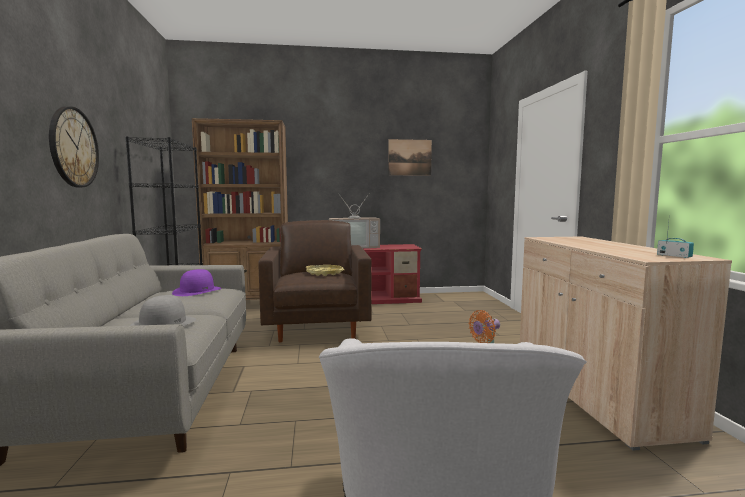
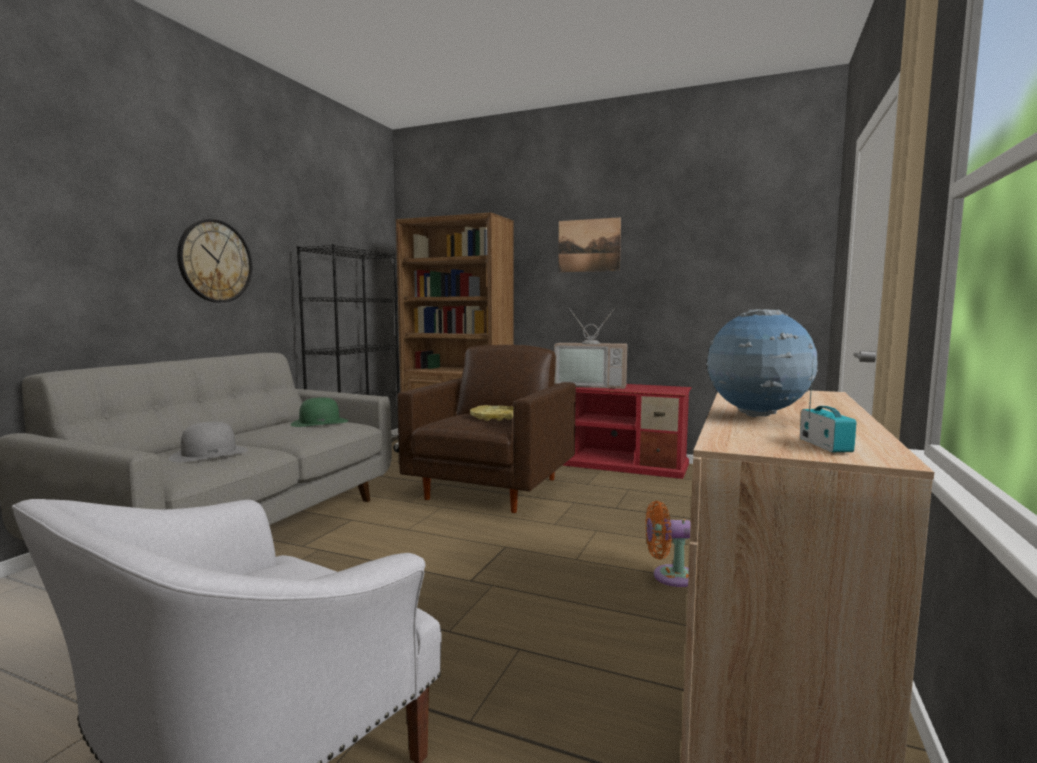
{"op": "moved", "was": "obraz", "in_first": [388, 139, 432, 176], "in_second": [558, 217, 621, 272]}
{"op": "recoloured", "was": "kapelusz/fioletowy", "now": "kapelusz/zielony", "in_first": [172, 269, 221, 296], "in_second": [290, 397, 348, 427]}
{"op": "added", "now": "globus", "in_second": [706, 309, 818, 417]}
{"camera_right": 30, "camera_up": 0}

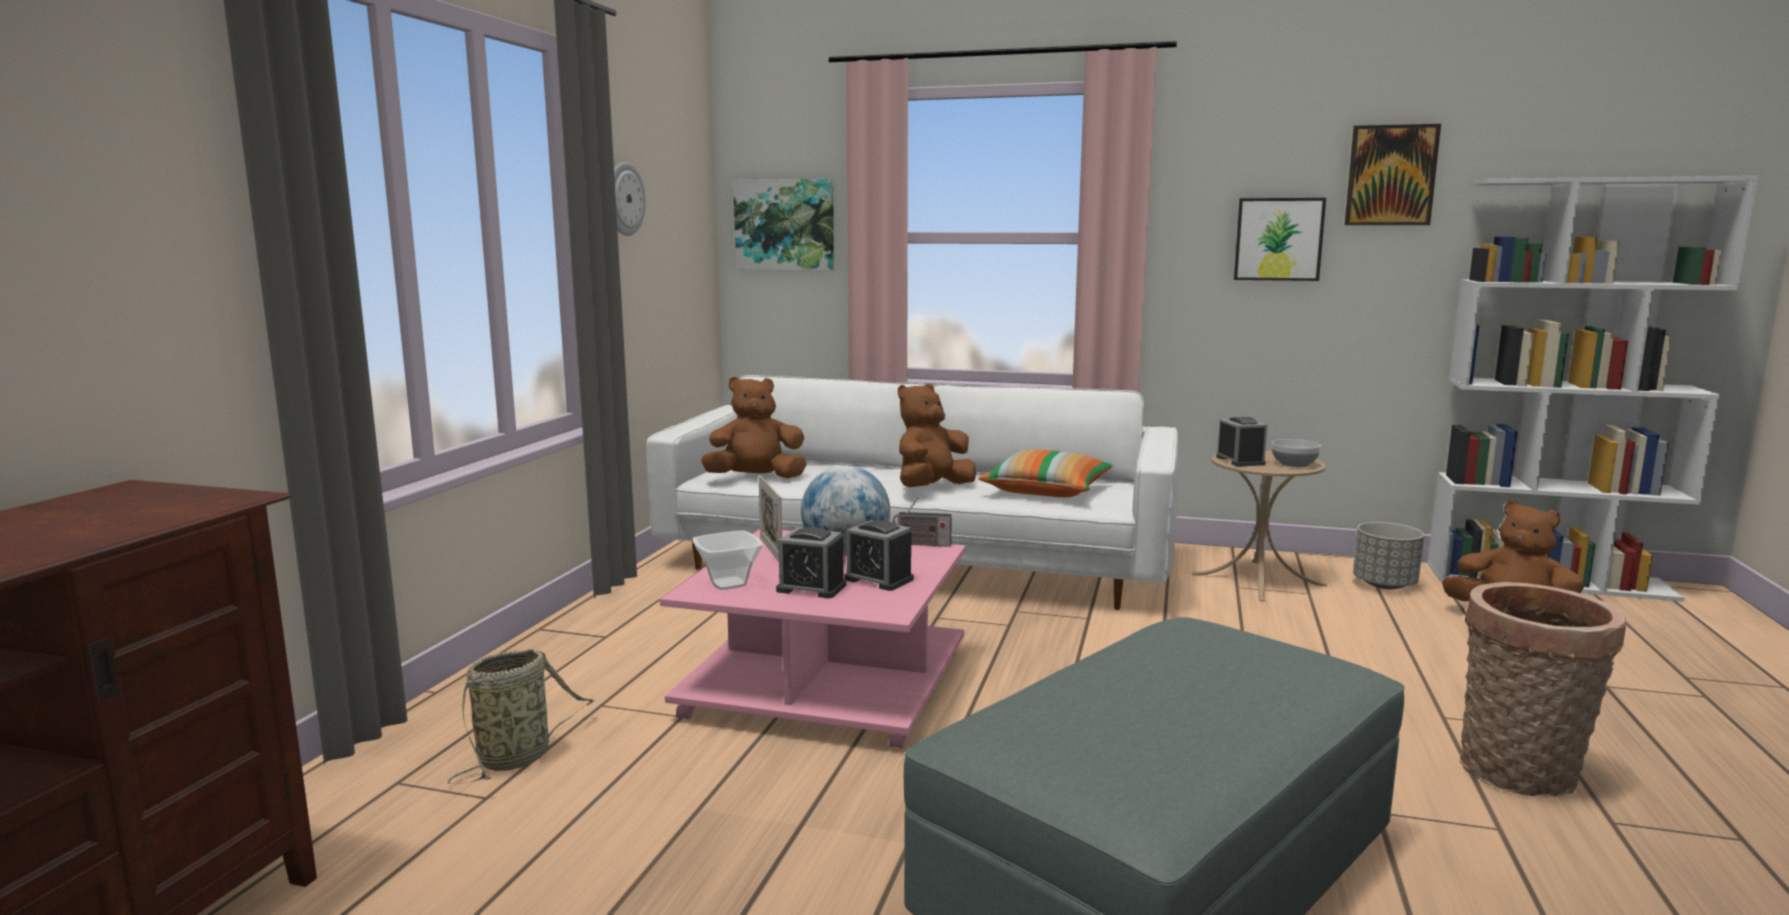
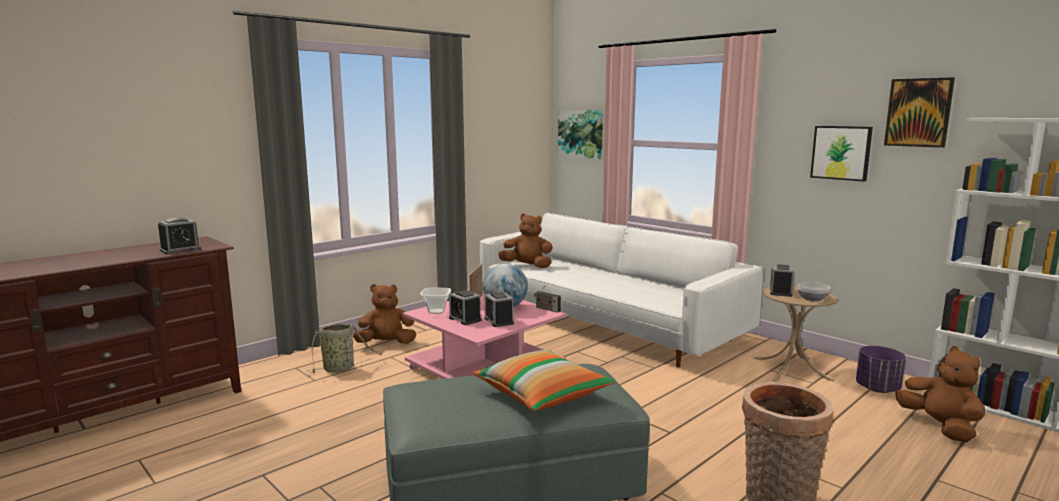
{"op": "removed", "was": "zegar ścienny", "in_first": [614, 162, 646, 236]}
{"op": "moved", "was": "pluszak/brązowy", "in_first": [898, 384, 976, 487], "in_second": [353, 284, 416, 344]}
{"op": "moved", "was": "poduszka", "in_first": [978, 449, 1113, 497], "in_second": [473, 350, 615, 411]}
{"op": "recoloured", "was": "donica/szary", "now": "donica/fioletowy", "in_first": [1353, 522, 1424, 589], "in_second": [856, 346, 906, 393]}
{"op": "added", "now": "budzik", "in_second": [158, 217, 201, 254]}
{"camera_right": 30, "camera_up": 0}

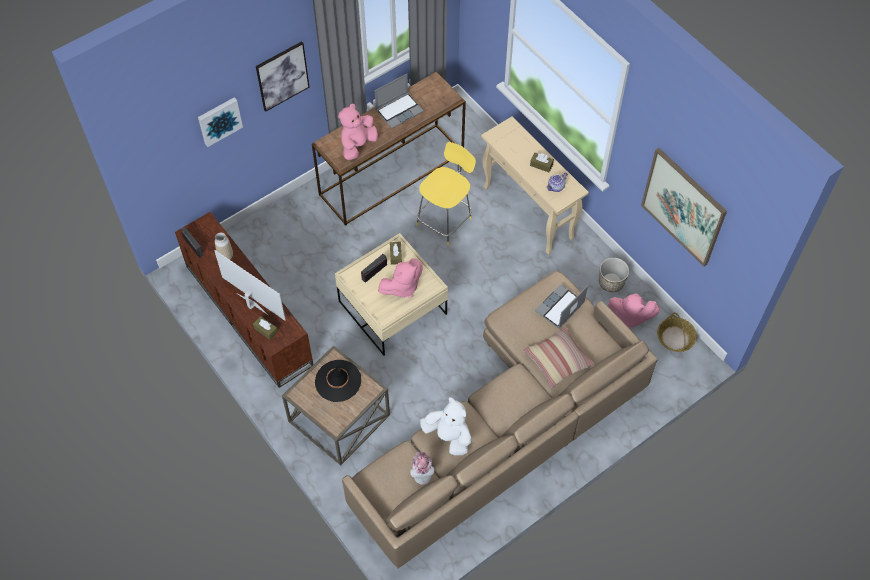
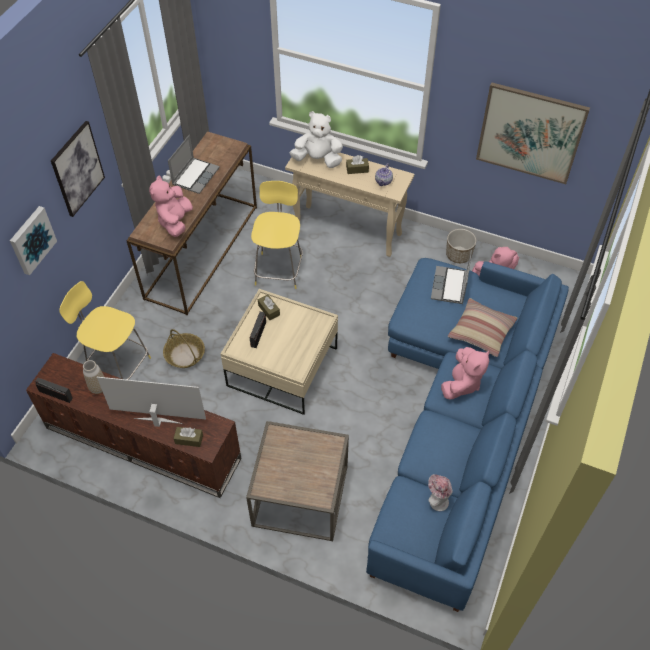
{"op": "moved", "was": "pluszak/różowy", "in_first": [378, 258, 423, 298], "in_second": [441, 347, 489, 399]}
{"op": "recoloured", "was": "kanapa/beżowy", "now": "kanapa/niebieski", "in_first": [342, 271, 658, 568], "in_second": [366, 258, 569, 612]}
{"op": "moved", "was": "koszyk", "in_first": [657, 312, 697, 352], "in_second": [163, 329, 205, 368]}
{"op": "removed", "was": "kapelusz/czarny", "in_first": [315, 360, 361, 402]}
{"op": "moved", "was": "pluszak/biały", "in_first": [420, 397, 472, 456], "in_second": [290, 111, 343, 168]}
{"op": "added", "now": "stołek/żółty", "in_second": [59, 281, 151, 380]}
{"camera_right": -30, "camera_up": -5}

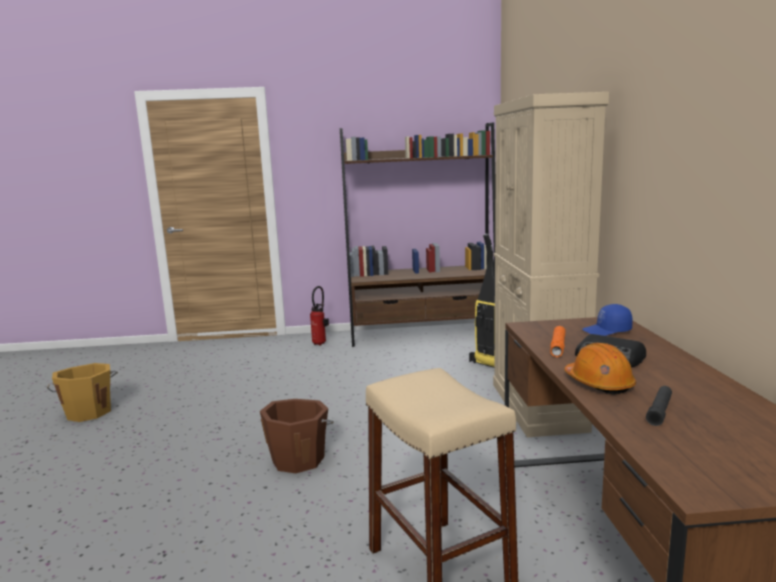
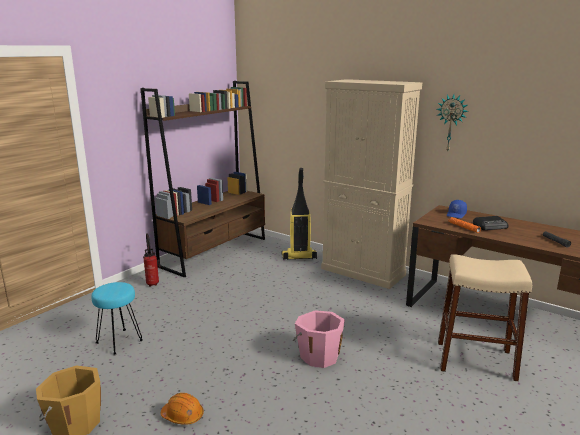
{"op": "moved", "was": "kask/pomarańczowy", "in_first": [564, 343, 636, 394], "in_second": [161, 393, 204, 425]}
{"op": "recoloured", "was": "wiadro/brązowy", "now": "wiadro/różowy", "in_first": [260, 399, 334, 473], "in_second": [293, 310, 345, 368]}
{"op": "added", "now": "zegar ścienny", "in_second": [437, 94, 468, 151]}
{"op": "added", "now": "stołek/turkusowy", "in_second": [91, 282, 143, 355]}
{"camera_right": -50, "camera_up": 5}

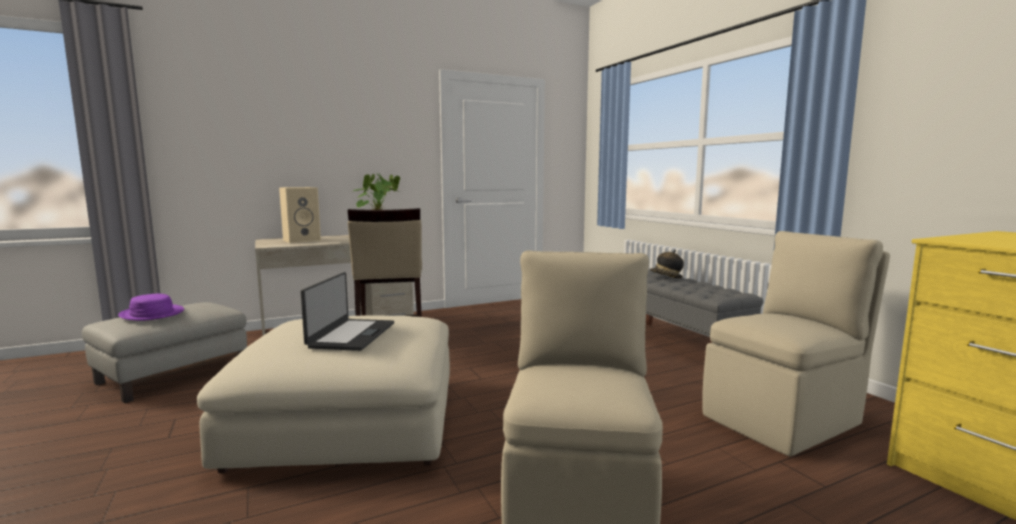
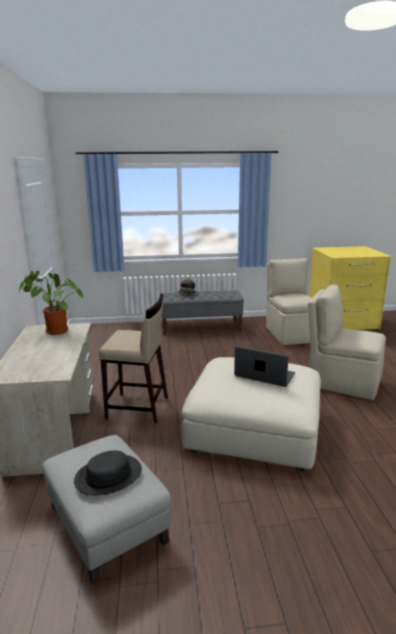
{"op": "removed", "was": "głośnik/beżowy", "in_first": [279, 187, 321, 243]}
{"op": "recoloured", "was": "kapelusz/fioletowy", "now": "kapelusz/czarny", "in_first": [118, 294, 184, 321], "in_second": [74, 450, 142, 496]}
{"camera_right": -70, "camera_up": 10}

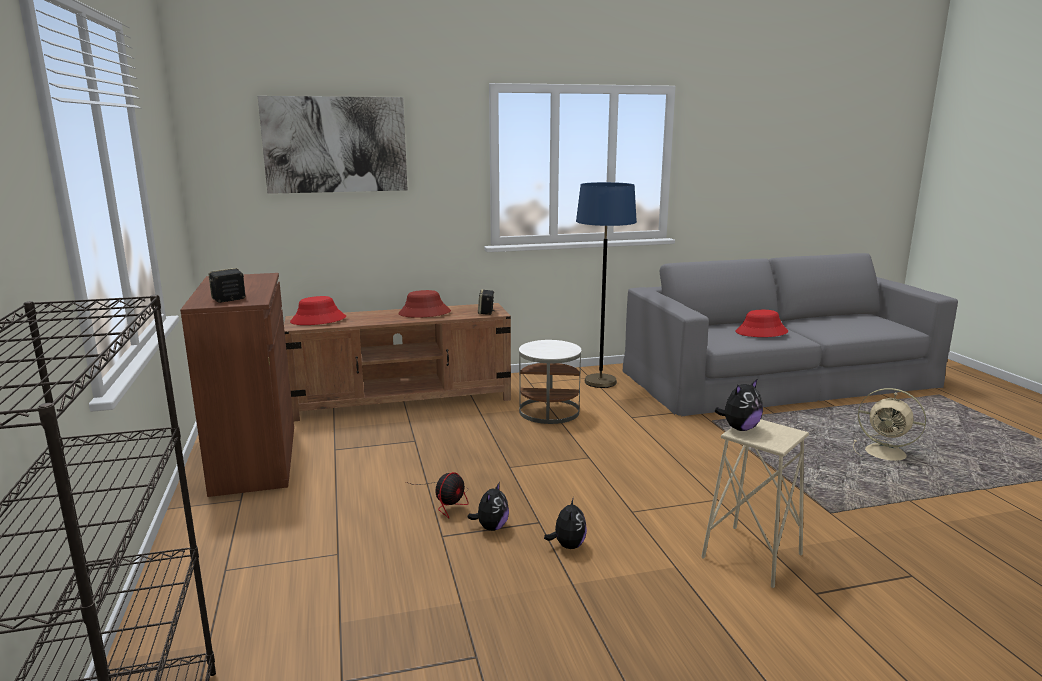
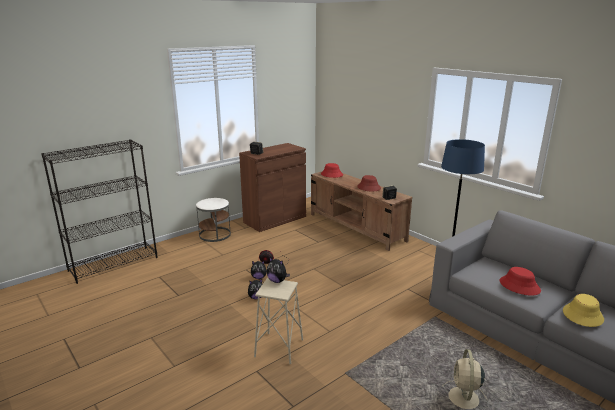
{"op": "removed", "was": "obraz", "in_first": [258, 96, 408, 194]}
{"op": "moved", "was": "stolik/biały", "in_first": [519, 340, 581, 424], "in_second": [196, 198, 231, 242]}
{"op": "added", "now": "kapelusz/żółty", "in_second": [563, 294, 604, 327]}
{"camera_right": 65, "camera_up": 5}

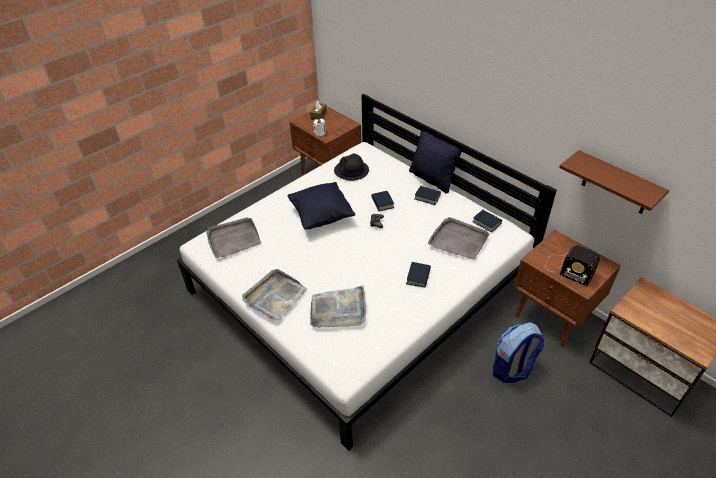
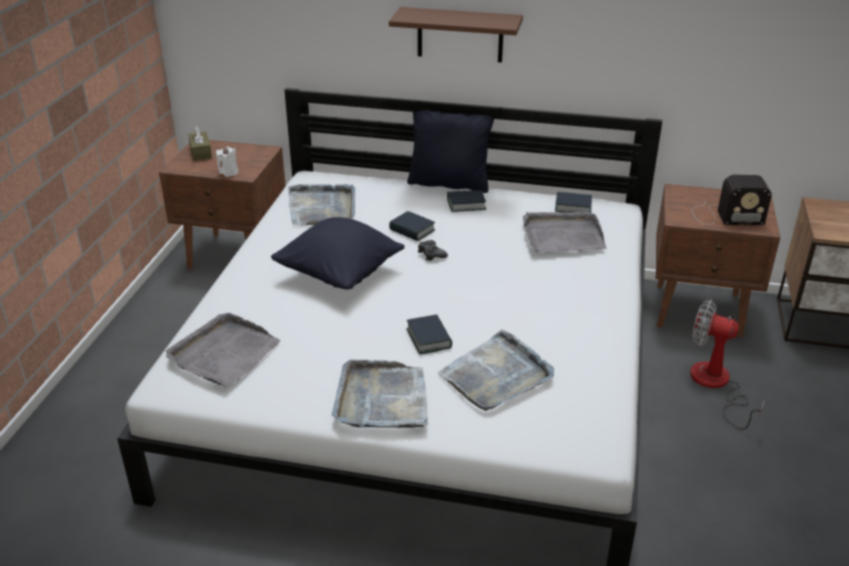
{"op": "moved", "was": "półka/brązowy", "in_first": [559, 150, 669, 214], "in_second": [389, 7, 523, 63]}
{"op": "replaced", "was": "kapelusz/czarny", "now": "taca/szary", "in_first": [334, 154, 369, 181], "in_second": [288, 184, 355, 225]}
{"op": "moved", "was": "książka", "in_first": [406, 262, 431, 288], "in_second": [407, 314, 452, 354]}
{"op": "replaced", "was": "plecak", "now": "wentylator", "in_first": [493, 322, 544, 383], "in_second": [690, 300, 764, 430]}
{"camera_right": -35, "camera_up": -10}

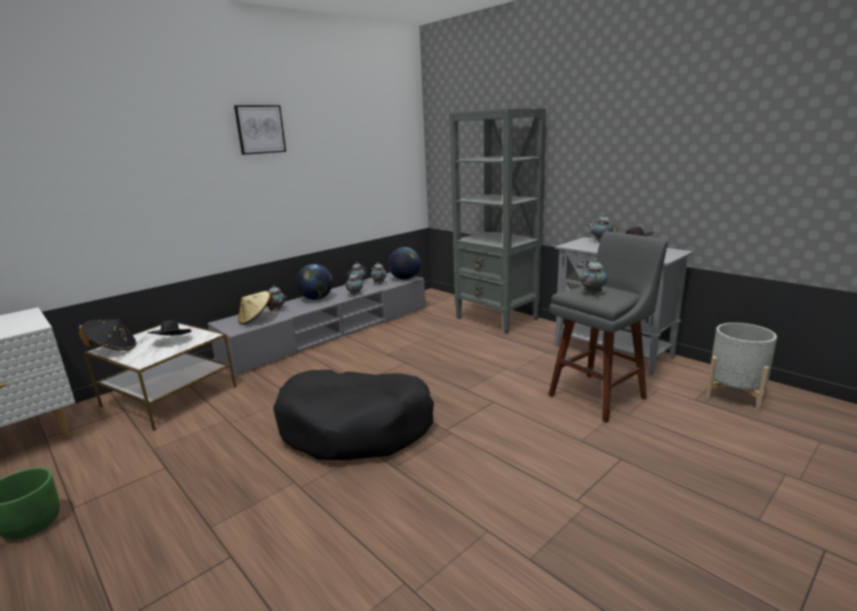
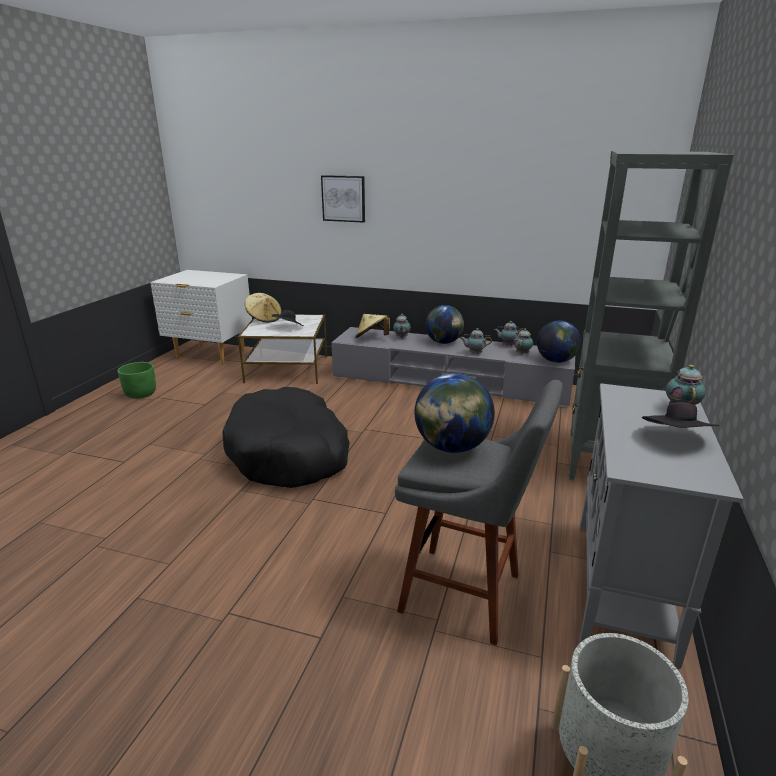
{"op": "moved", "was": "obraz", "in_first": [234, 105, 286, 155], "in_second": [321, 175, 365, 222]}
{"op": "replaced", "was": "imbryk", "now": "globus", "in_first": [581, 259, 607, 294], "in_second": [415, 373, 495, 453]}
{"op": "recoloured", "was": "kapelusz/czarny", "now": "kapelusz/beżowy", "in_first": [78, 319, 136, 351], "in_second": [245, 293, 282, 323]}
{"camera_right": 60, "camera_up": 5}

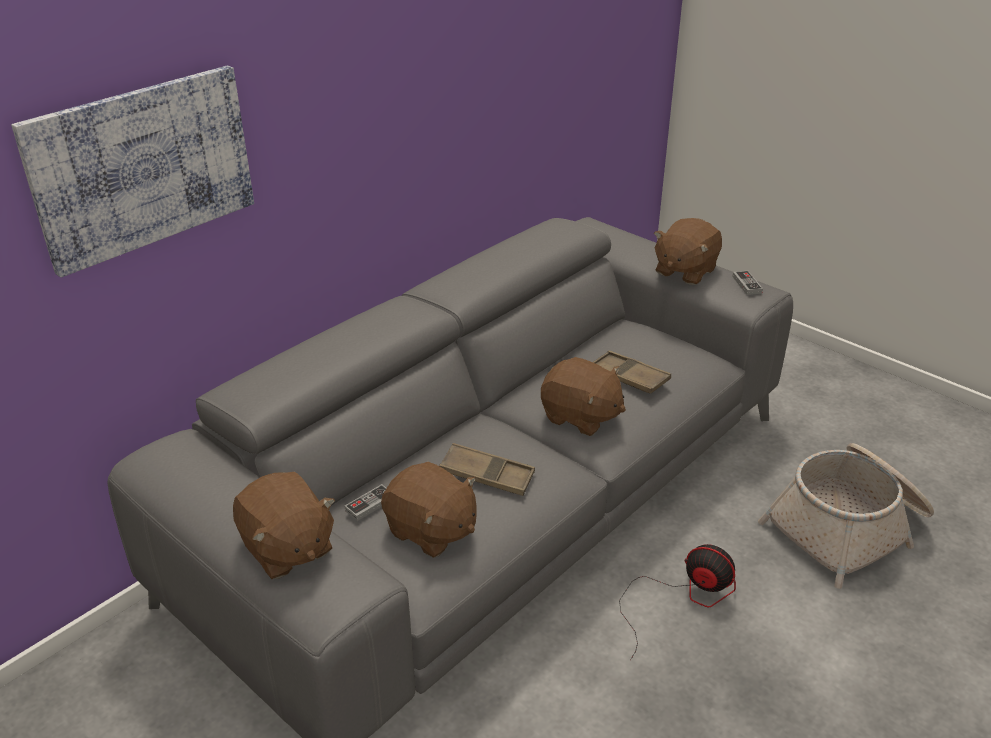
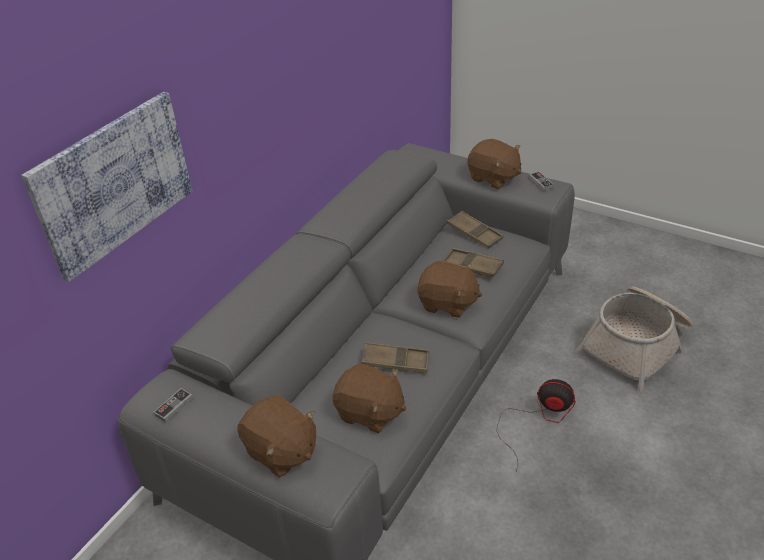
{"op": "turned", "was": "pluszak/brązowy", "in_first": [654, 218, 722, 285], "in_second": [467, 139, 521, 189], "clockwise": -75}
{"op": "moved", "was": "pad do gier", "in_first": [345, 484, 386, 521], "in_second": [153, 388, 193, 422]}
{"op": "added", "now": "taca/brązowy", "in_second": [447, 211, 503, 249]}
{"camera_right": -10, "camera_up": 5}

